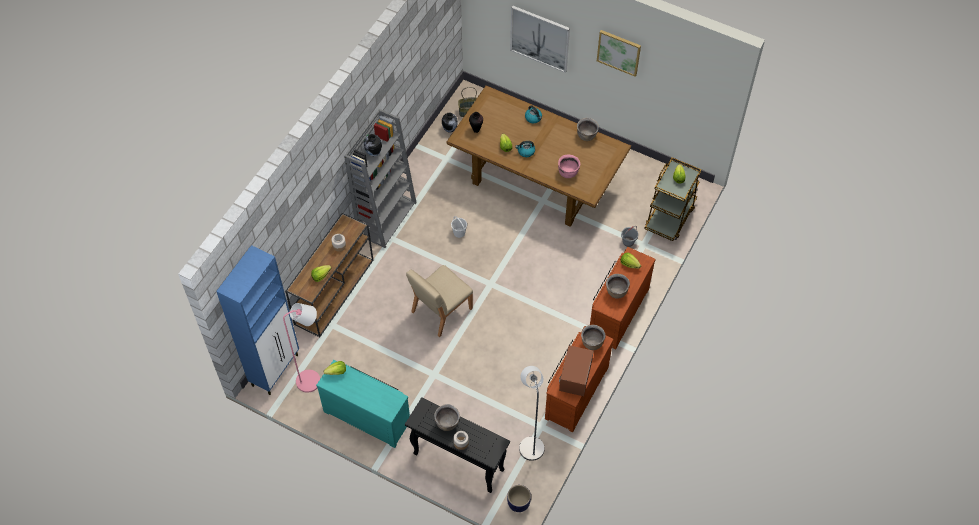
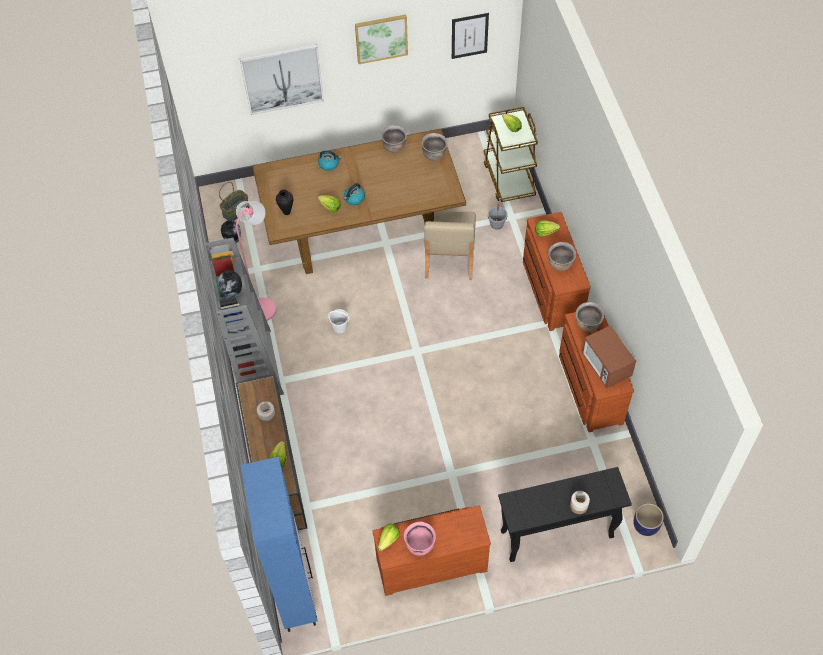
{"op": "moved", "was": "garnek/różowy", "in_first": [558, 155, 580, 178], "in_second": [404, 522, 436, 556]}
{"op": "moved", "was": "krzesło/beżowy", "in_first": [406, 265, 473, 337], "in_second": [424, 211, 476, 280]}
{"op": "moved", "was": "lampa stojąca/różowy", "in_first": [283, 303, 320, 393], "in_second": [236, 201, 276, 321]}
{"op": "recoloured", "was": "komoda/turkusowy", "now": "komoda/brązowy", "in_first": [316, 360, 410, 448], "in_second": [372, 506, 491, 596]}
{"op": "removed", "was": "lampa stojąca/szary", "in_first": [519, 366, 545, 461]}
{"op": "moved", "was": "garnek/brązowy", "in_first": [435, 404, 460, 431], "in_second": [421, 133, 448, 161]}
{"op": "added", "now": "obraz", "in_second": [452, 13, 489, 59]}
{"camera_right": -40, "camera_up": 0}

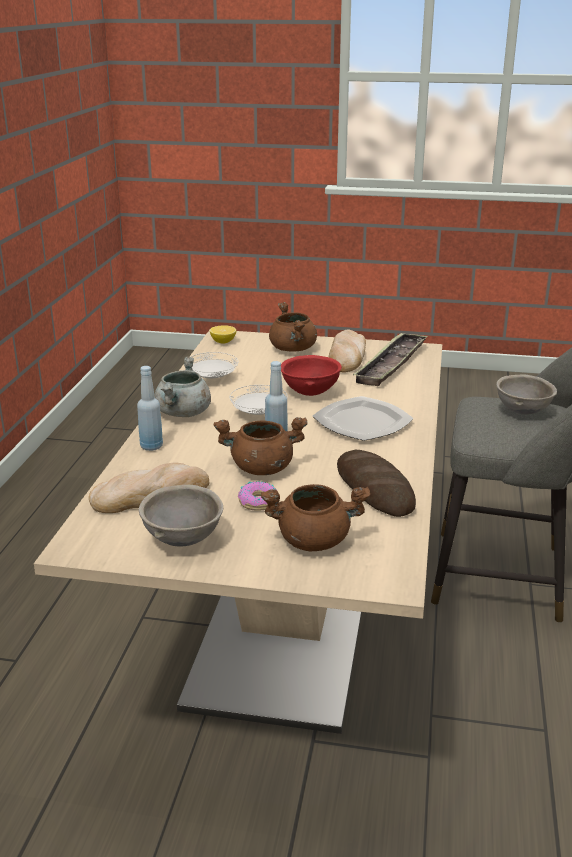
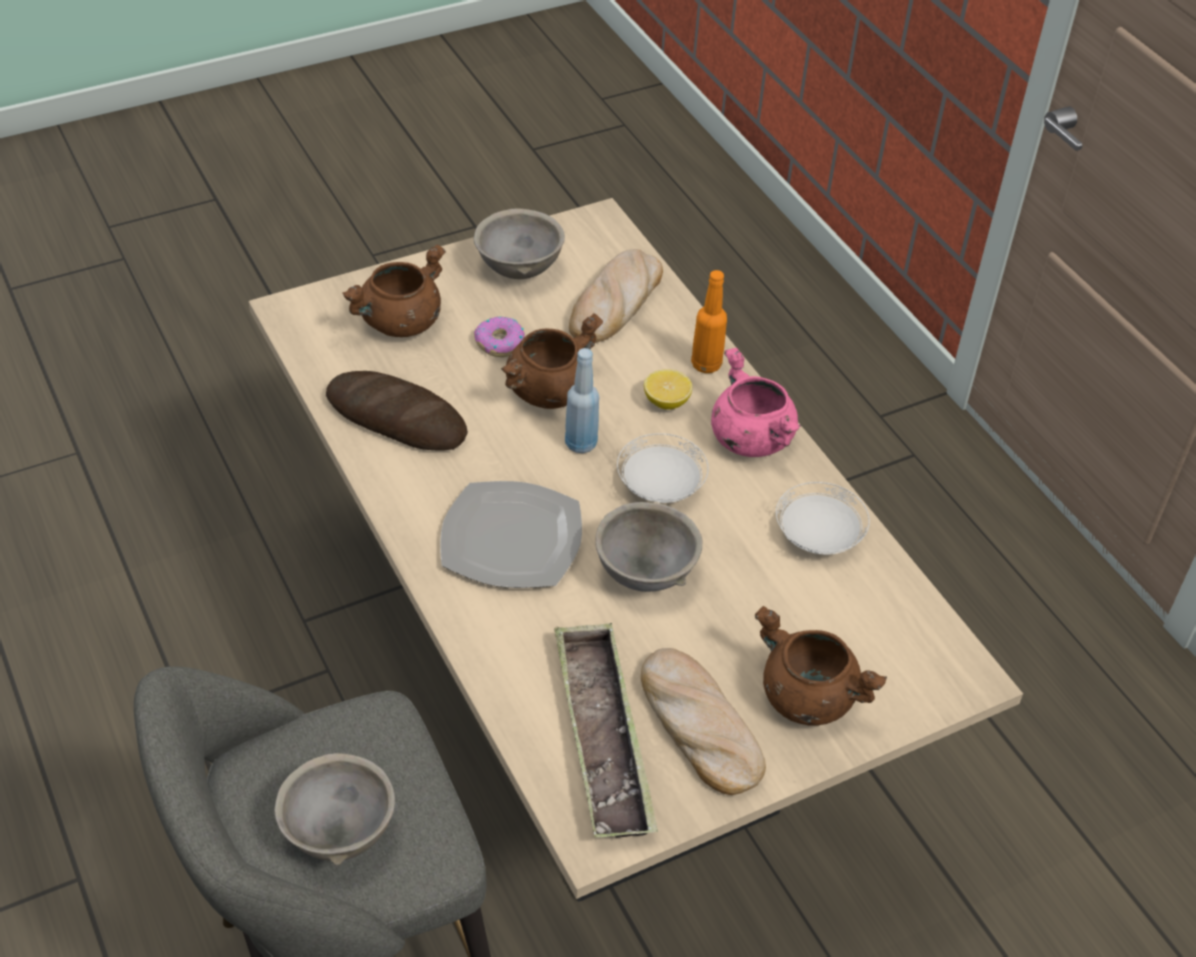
{"op": "moved", "was": "cytryna", "in_first": [210, 325, 236, 344], "in_second": [644, 369, 692, 410]}
{"op": "recoloured", "was": "miska/czerwony", "now": "miska/szary", "in_first": [281, 355, 342, 396], "in_second": [595, 502, 702, 592]}
{"op": "recoloured", "was": "garnek/szary", "now": "garnek/różowy", "in_first": [154, 357, 211, 417], "in_second": [711, 348, 802, 457]}
{"op": "recoloured", "was": "butelka/niebieski", "now": "butelka/pomarańczowy", "in_first": [137, 366, 163, 451], "in_second": [691, 270, 727, 373]}
{"camera_right": 140, "camera_up": 20}

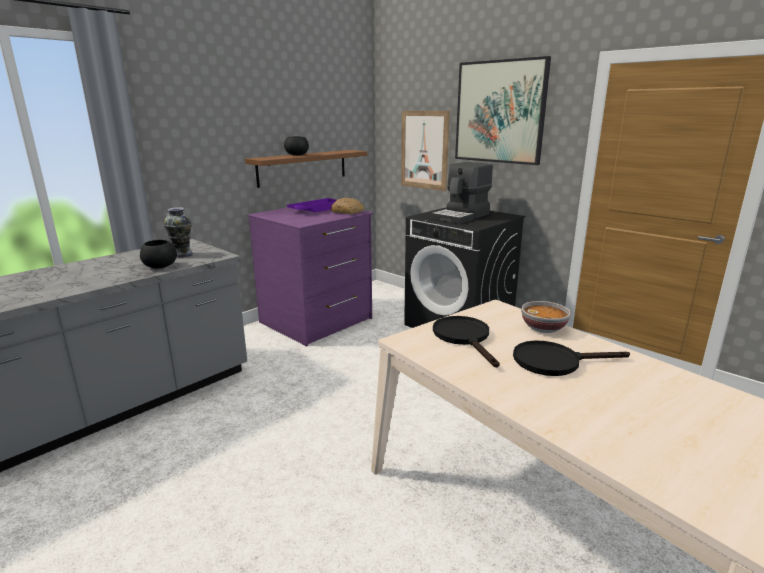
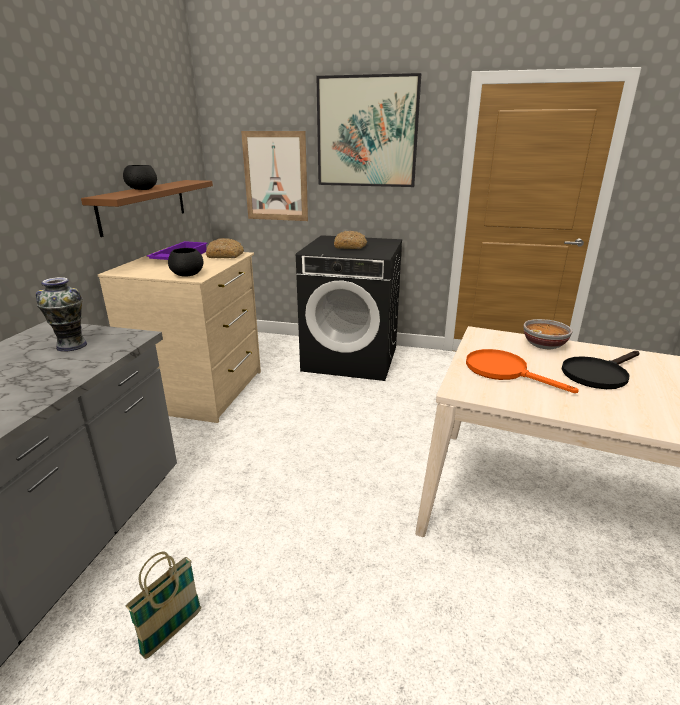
{"op": "replaced", "was": "ekspres do kawy", "now": "chleb", "in_first": [432, 162, 493, 224], "in_second": [334, 231, 367, 249]}
{"op": "recoloured", "was": "komoda/fioletowy", "now": "komoda/beżowy", "in_first": [248, 208, 373, 346], "in_second": [98, 248, 261, 423]}
{"op": "moved", "was": "miska/czarny", "in_first": [140, 240, 177, 268], "in_second": [168, 248, 203, 277]}
{"op": "recoloured", "was": "patelnia/czarny", "now": "patelnia/pomarańczowy", "in_first": [433, 316, 500, 368], "in_second": [466, 349, 579, 393]}
{"op": "added", "now": "koszyk", "in_second": [126, 552, 201, 659]}
{"camera_right": -30, "camera_up": 5}

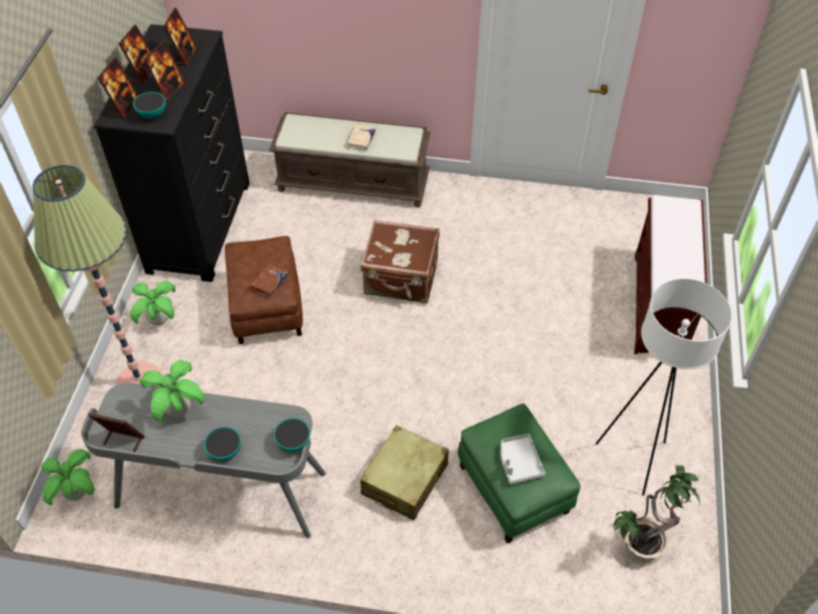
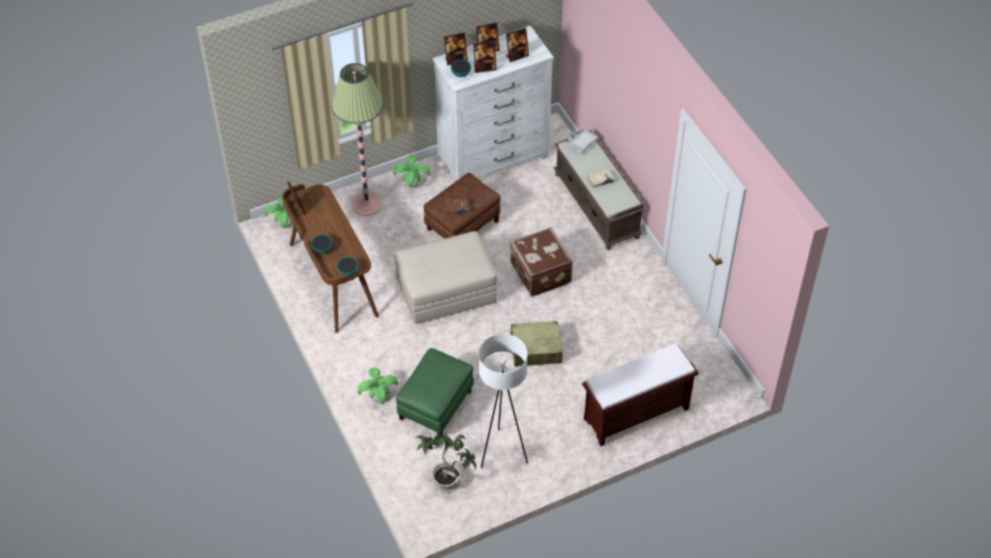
{"op": "recoloured", "was": "komoda/czarny", "now": "komoda/biały", "in_first": [94, 24, 250, 282], "in_second": [433, 26, 554, 182]}
{"op": "moved", "was": "roślina doniczkowa", "in_first": [139, 360, 205, 422], "in_second": [357, 367, 398, 404]}
{"op": "recoloured", "was": "biurko/szary", "now": "biurko/brązowy", "in_first": [81, 383, 326, 538], "in_second": [282, 184, 379, 333]}
{"op": "moved", "was": "walizka/beżowy", "in_first": [360, 425, 449, 520], "in_second": [510, 321, 563, 367]}
{"op": "moved", "was": "taca/szary", "in_first": [500, 433, 545, 485], "in_second": [565, 129, 598, 154]}
{"op": "added", "now": "pufa/beżowy", "in_second": [395, 231, 497, 324]}
{"camera_right": 55, "camera_up": 0}

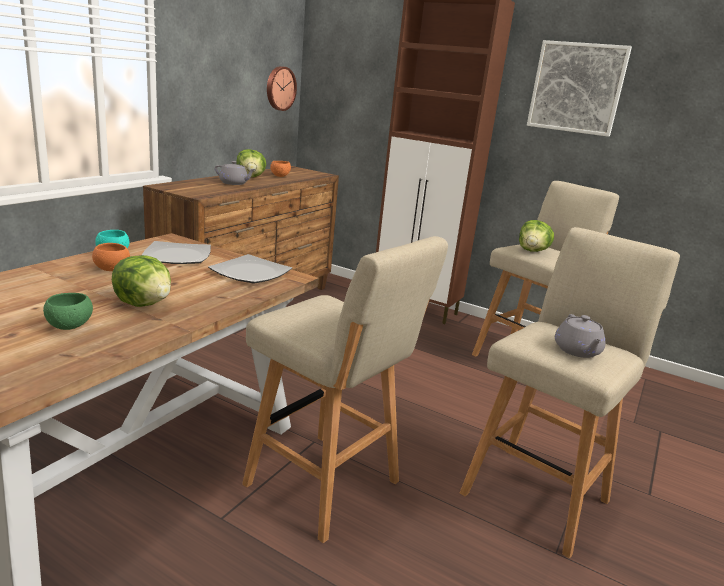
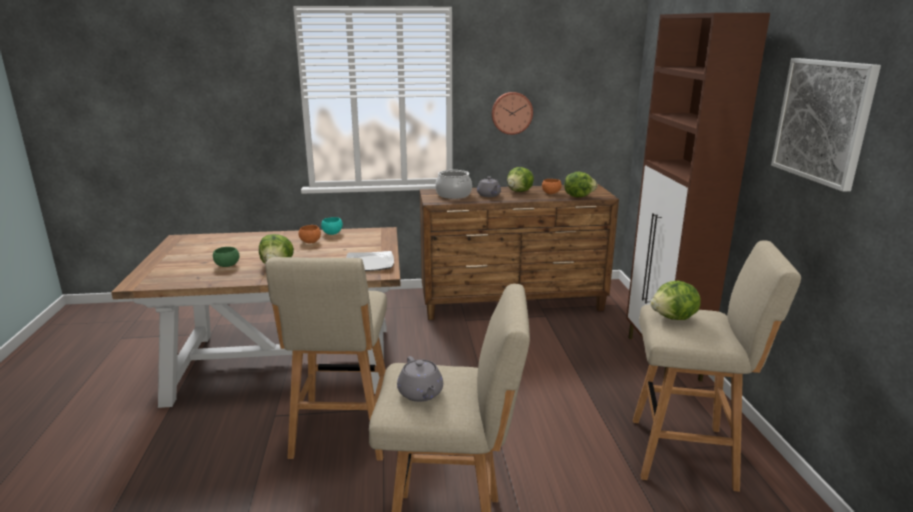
{"op": "moved", "was": "zegar ścienny", "in_first": [267, 66, 297, 111], "in_second": [491, 92, 533, 135]}
{"op": "removed", "was": "talerz", "in_first": [142, 241, 211, 264]}
{"op": "turned", "was": "imbryk/szary", "in_first": [555, 314, 605, 358], "in_second": [397, 356, 443, 402], "clockwise": -75}
{"op": "added", "now": "garnek", "in_second": [435, 170, 472, 199]}
{"op": "added", "now": "sałata", "in_second": [564, 171, 598, 197]}
{"camera_right": 55, "camera_up": 0}

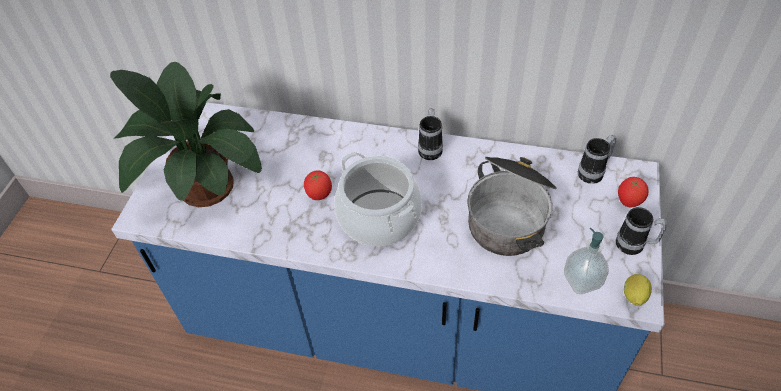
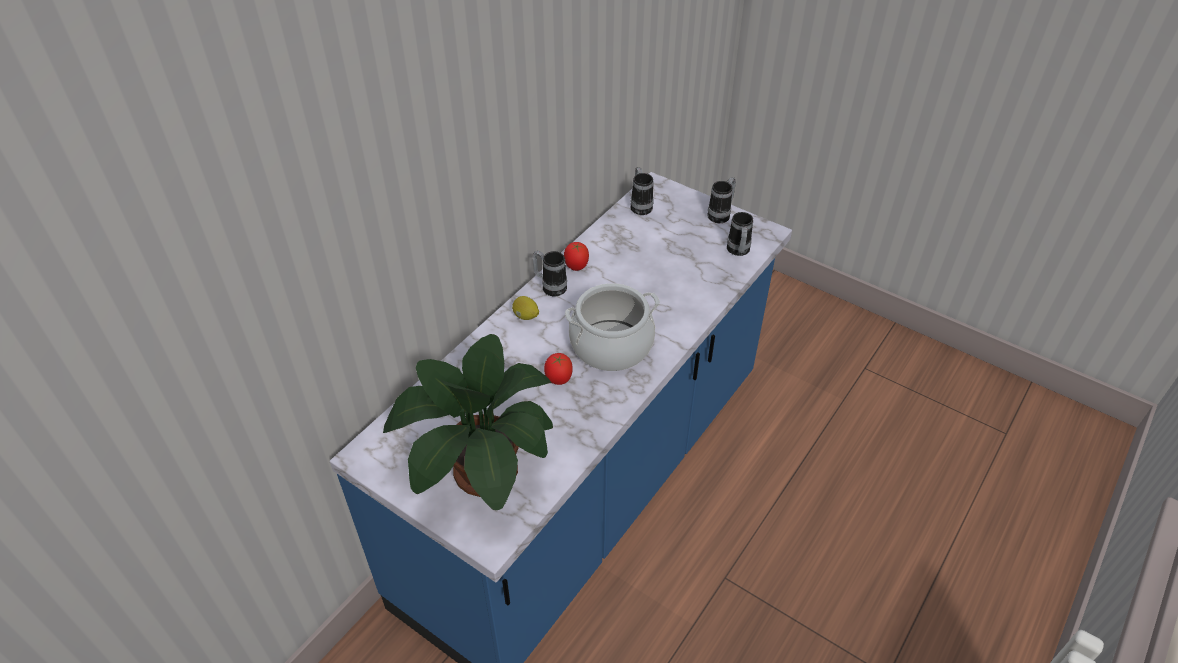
{"op": "removed", "was": "garnek", "in_first": [467, 157, 557, 256]}
{"op": "moved", "was": "pomidor", "in_first": [618, 177, 649, 207], "in_second": [564, 242, 589, 271]}
{"op": "replaced", "was": "dozownik mydła", "now": "kubek", "in_first": [564, 228, 609, 294], "in_second": [727, 212, 753, 256]}
{"op": "moved", "was": "cytryna", "in_first": [624, 274, 652, 306], "in_second": [512, 296, 539, 320]}
{"camera_right": -70, "camera_up": -5}

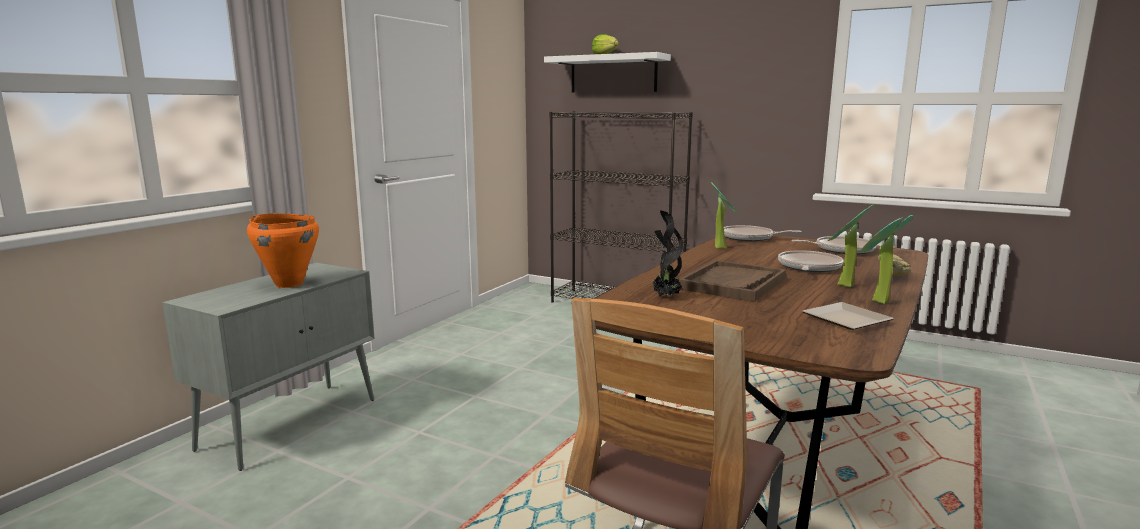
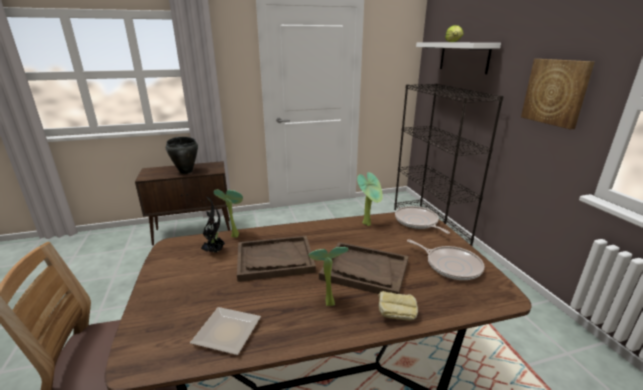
{"op": "recoloured", "was": "garnek/pomarańczowy", "now": "garnek/czarny", "in_first": [247, 213, 319, 288], "in_second": [166, 137, 198, 174]}
{"op": "moved", "was": "roślina doniczkowa", "in_first": [861, 215, 914, 304], "in_second": [214, 189, 243, 238]}
{"op": "replaced", "was": "patelnia", "now": "taca/brązowy", "in_first": [778, 250, 844, 272], "in_second": [319, 242, 409, 294]}
{"op": "recoloured", "was": "szafka/szary", "now": "szafka/brązowy", "in_first": [162, 263, 375, 471], "in_second": [135, 161, 230, 246]}
{"op": "added", "now": "obraz", "in_second": [521, 59, 595, 129]}
{"camera_right": 45, "camera_up": 10}

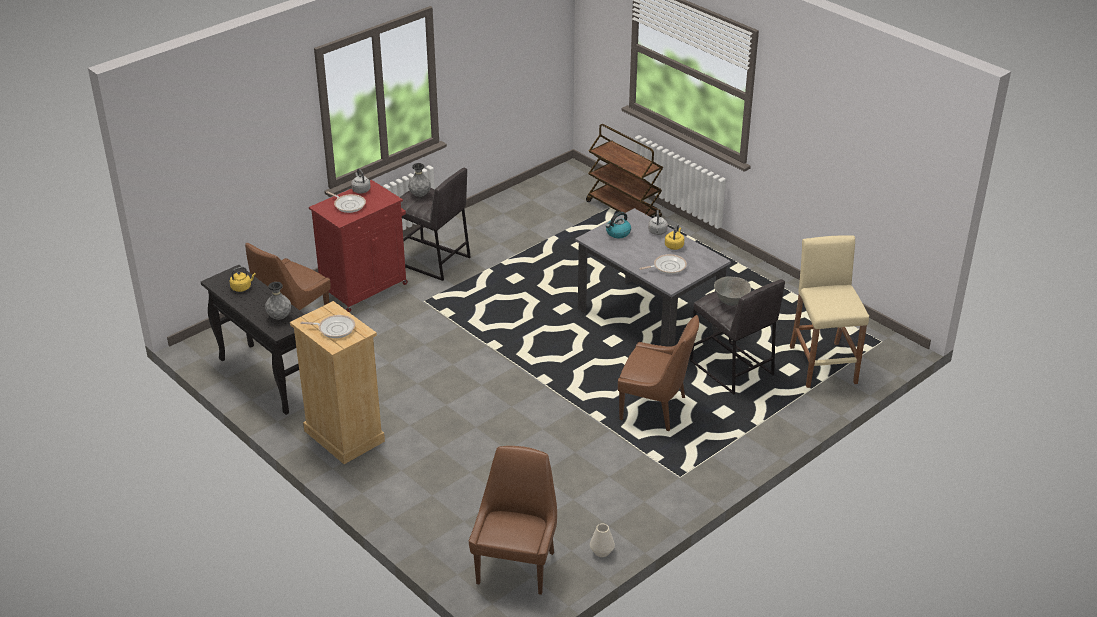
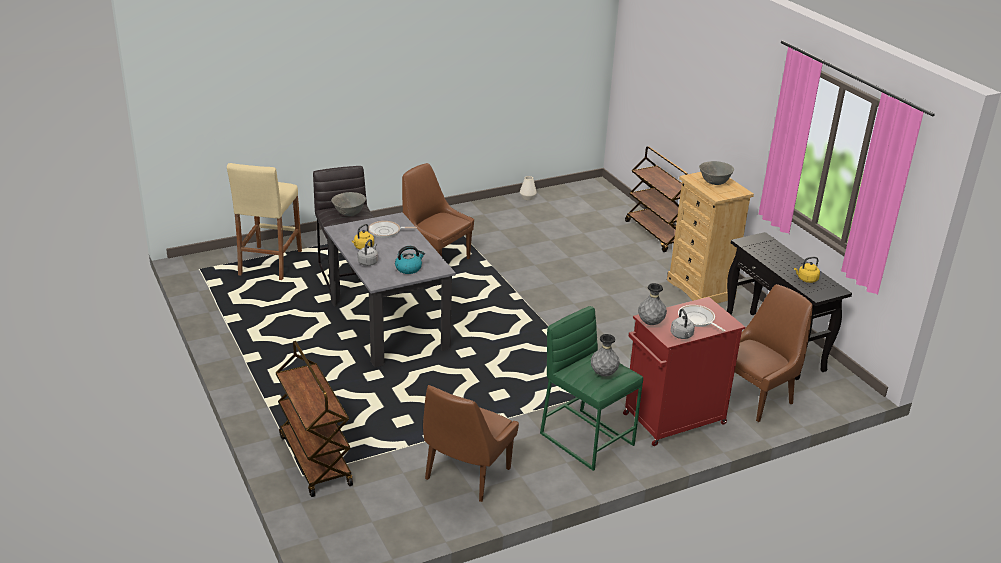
{"op": "recoloured", "was": "stołek/szary", "now": "stołek/zielony", "in_first": [400, 168, 471, 281], "in_second": [540, 306, 643, 471]}
{"op": "moved", "was": "wazon/szary", "in_first": [265, 282, 291, 320], "in_second": [638, 283, 667, 325]}
{"op": "replaced", "was": "patelnia", "now": "miska/szary", "in_first": [300, 315, 355, 338], "in_second": [699, 161, 734, 185]}
{"op": "moved", "was": "krzesło/brązowy", "in_first": [469, 446, 557, 595], "in_second": [423, 385, 519, 502]}
{"op": "added", "now": "wózek/brązowy", "in_second": [625, 146, 687, 252]}
{"camera_right": -165, "camera_up": -5}

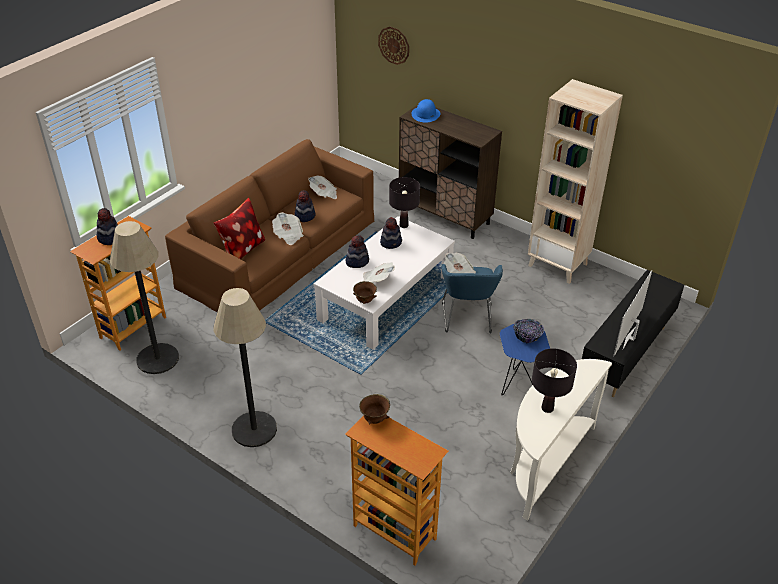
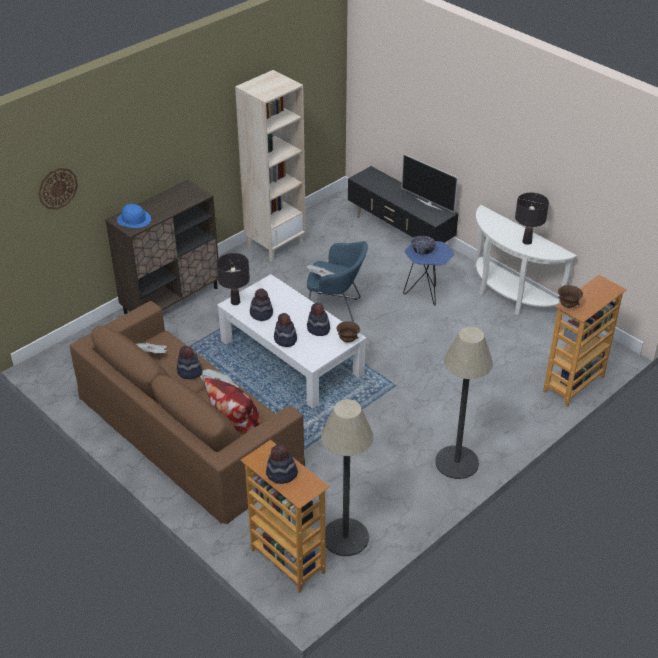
{"op": "replaced", "was": "gazeta", "now": "kapelusz", "in_first": [363, 262, 395, 283], "in_second": [307, 303, 330, 336]}
{"camera_right": -80, "camera_up": 0}

